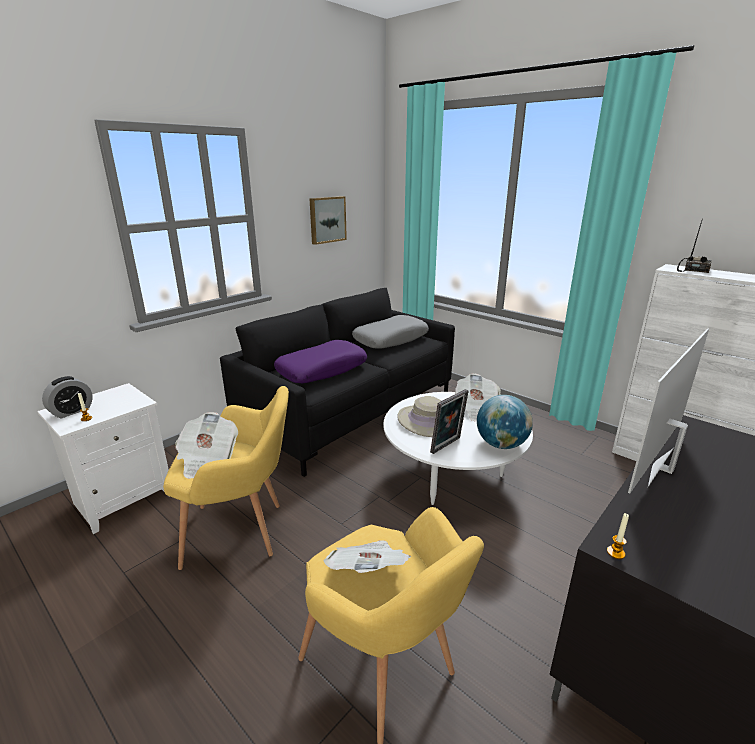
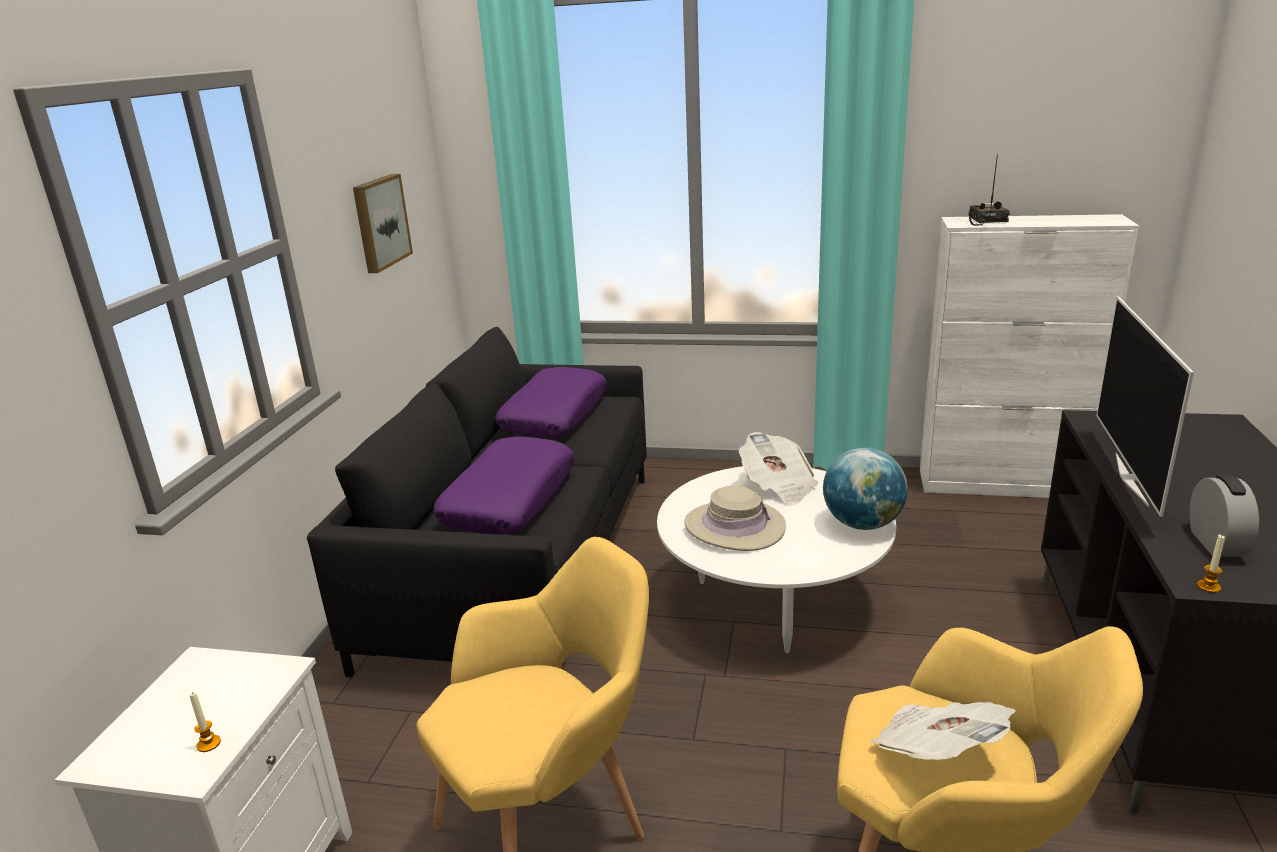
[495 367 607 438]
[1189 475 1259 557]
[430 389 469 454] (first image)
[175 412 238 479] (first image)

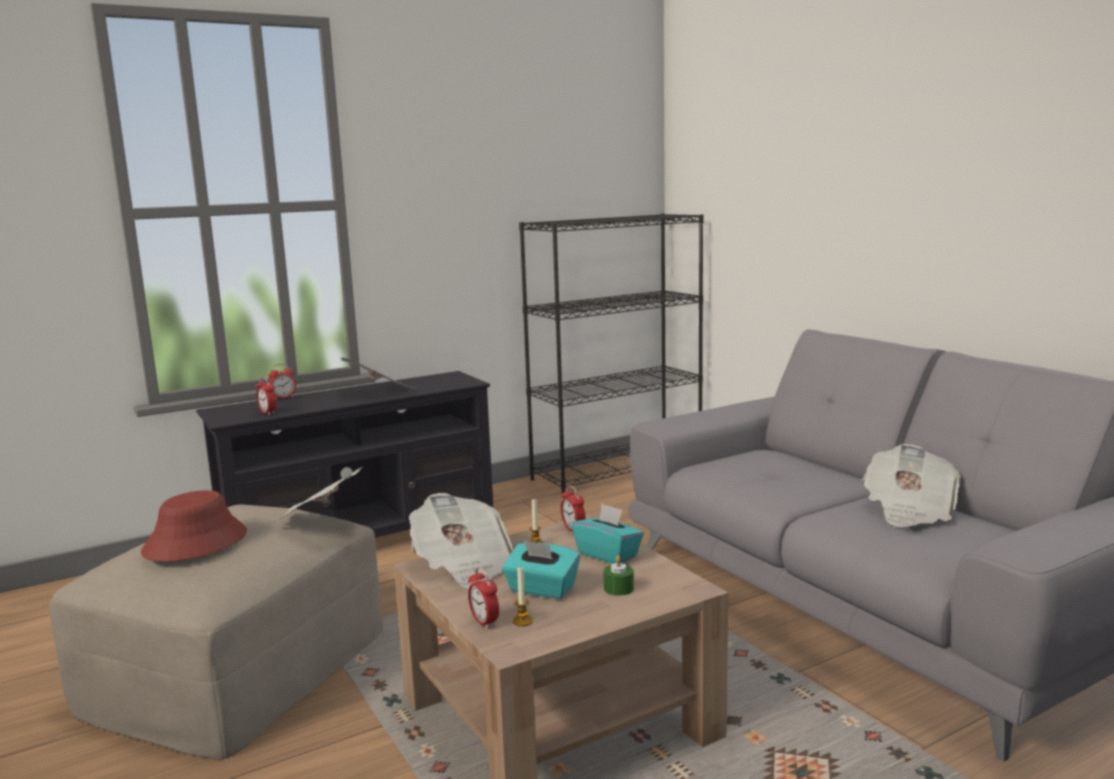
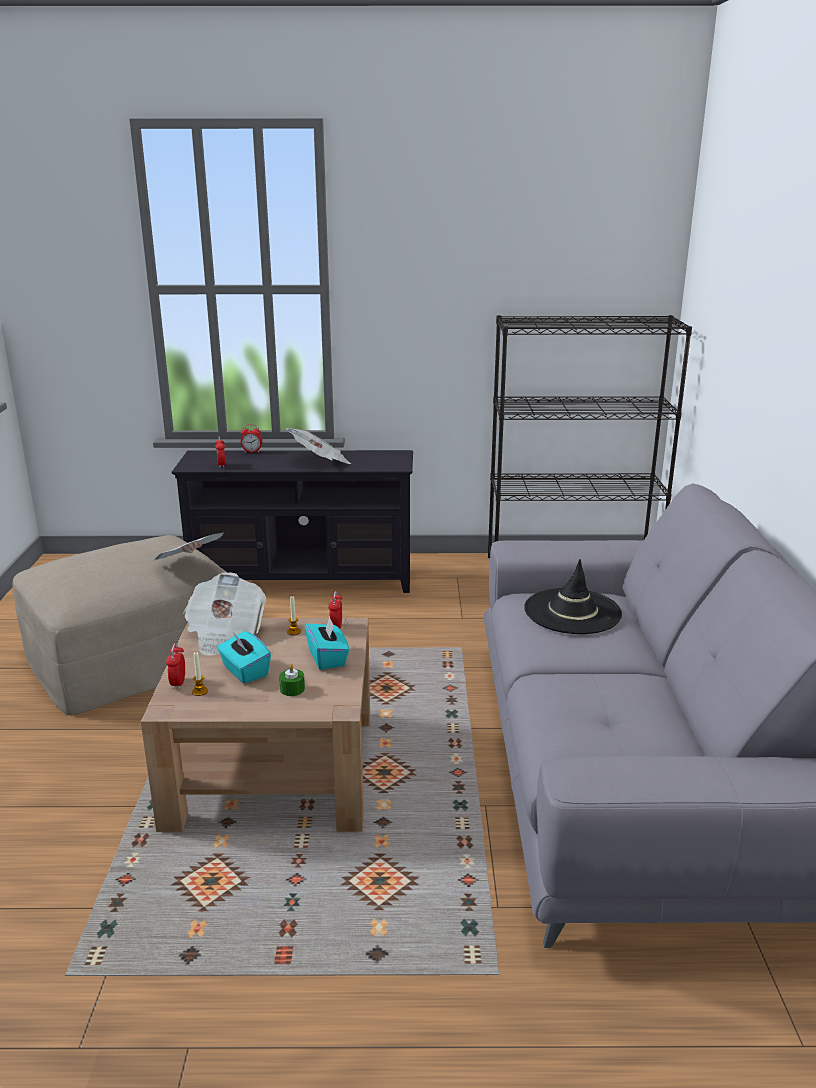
[862 444 961 527] (first image)
[141 490 247 562] (first image)
[524 559 622 634]

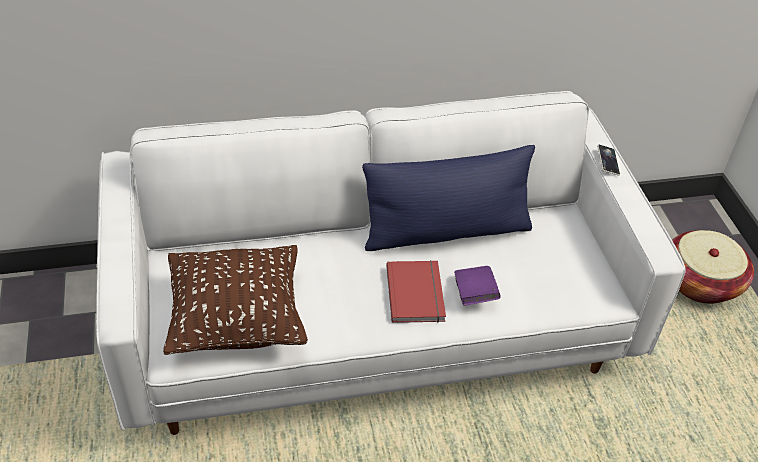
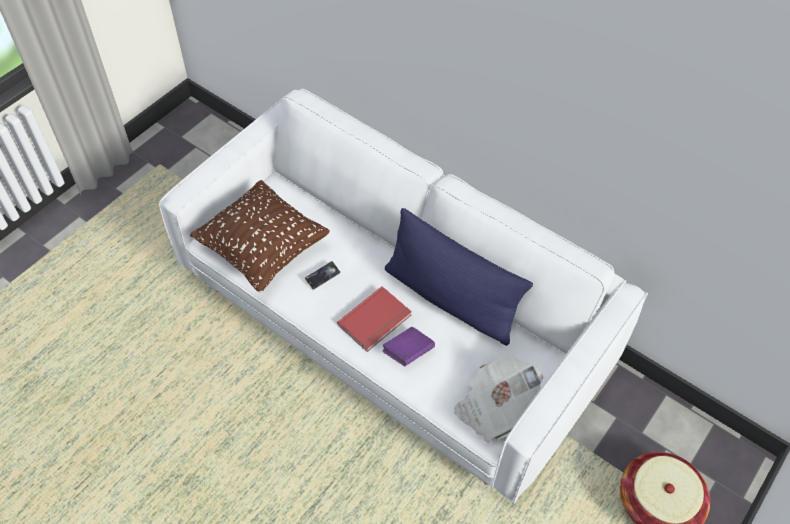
[304 261 341 290]
[454 355 543 443]

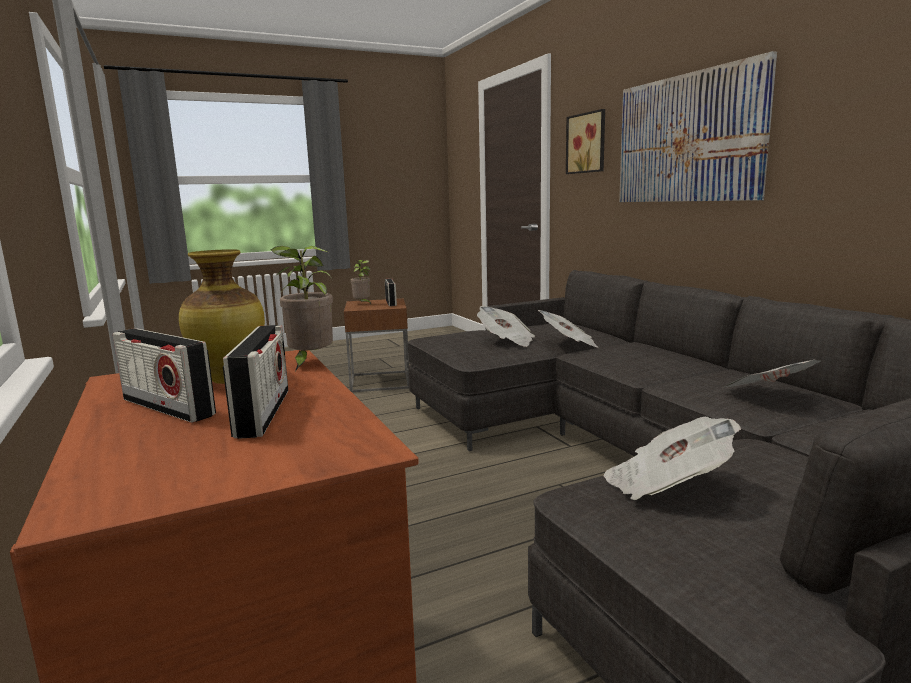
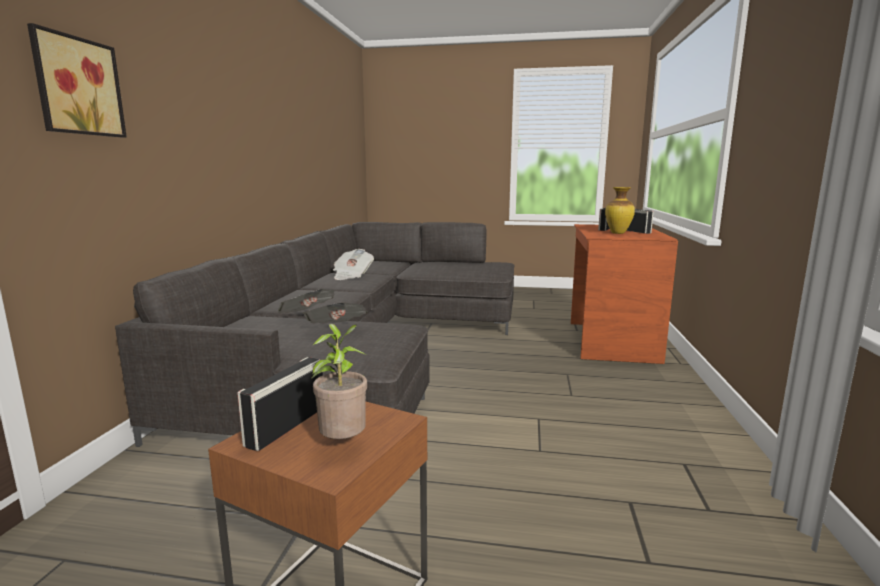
[619 51 777 202] (first image)
[270 246 333 371] (first image)
[604 417 741 500] (first image)

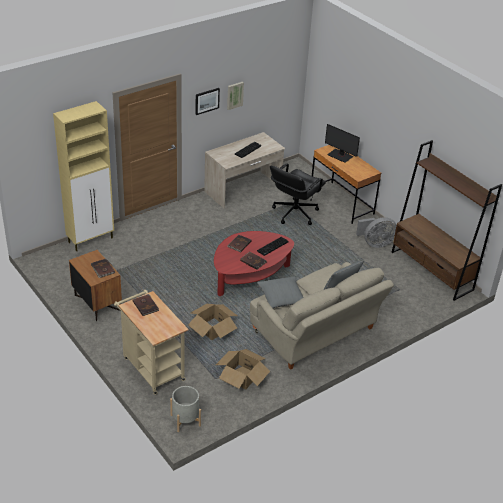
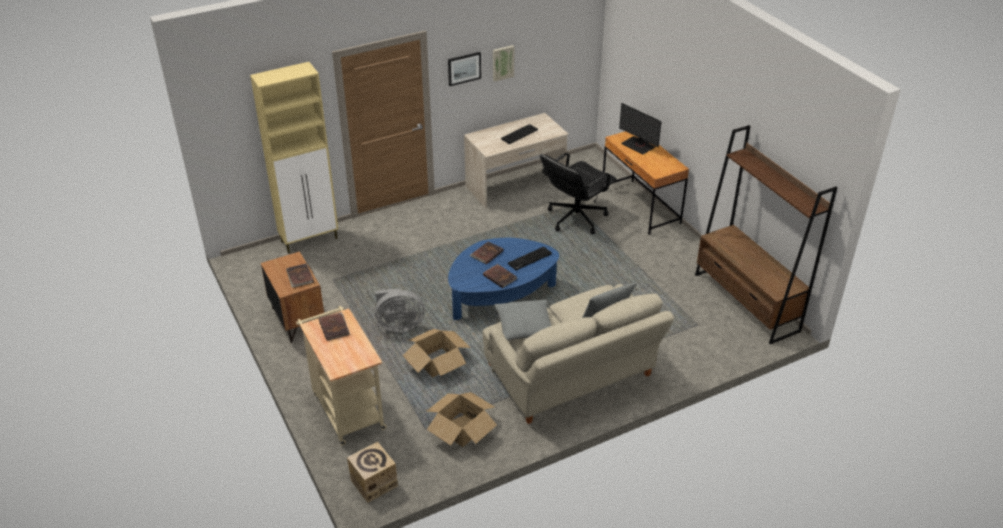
[375 288 425 332]
[448 238 559 320]
[347 442 398 503]

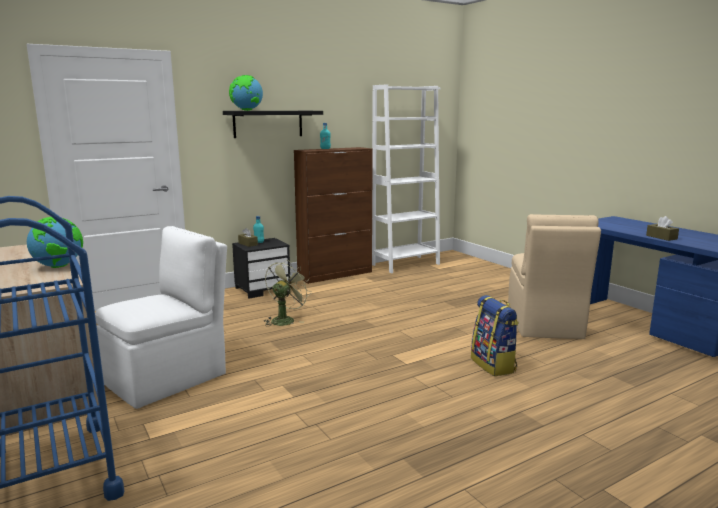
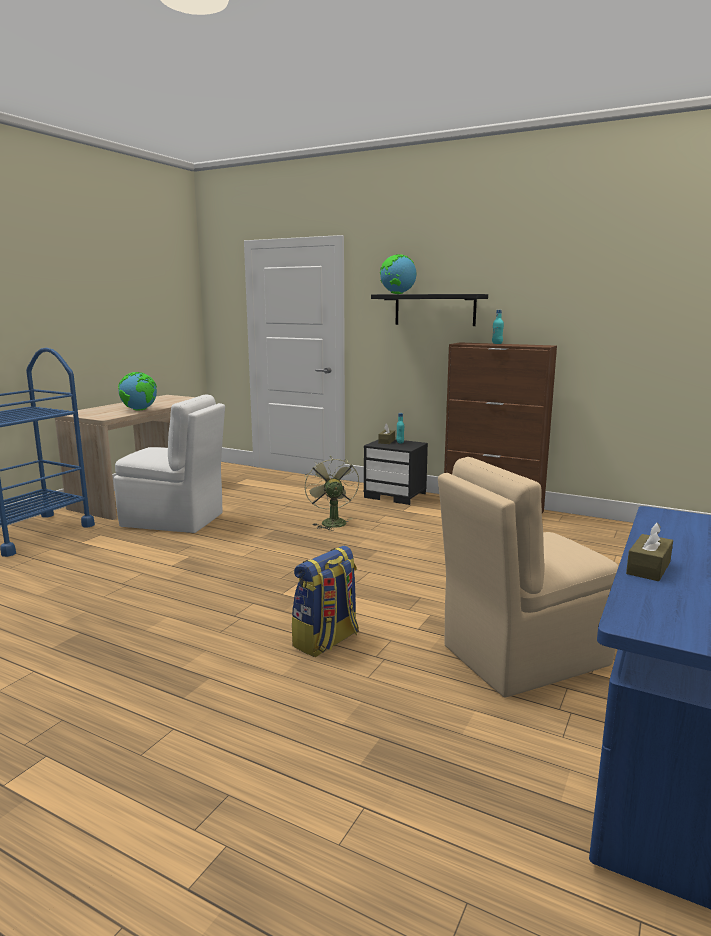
[372 84 440 273] (first image)
[305 456 359 531]

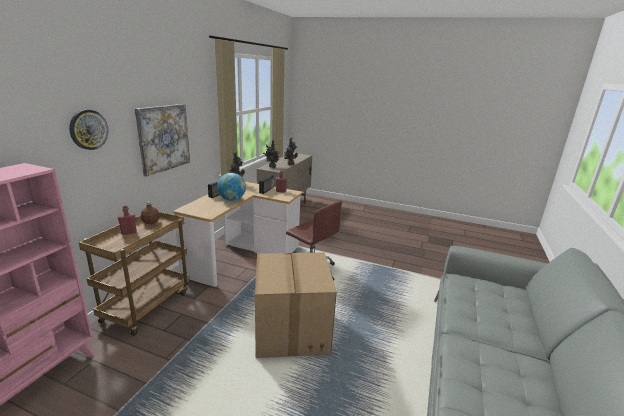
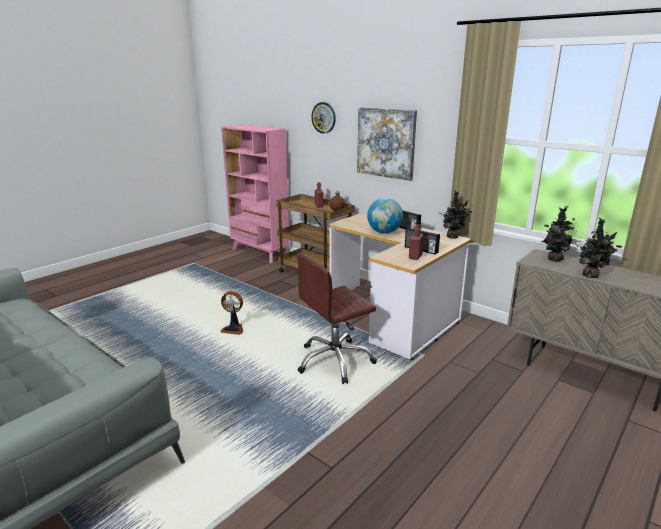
[221 291 243 335]

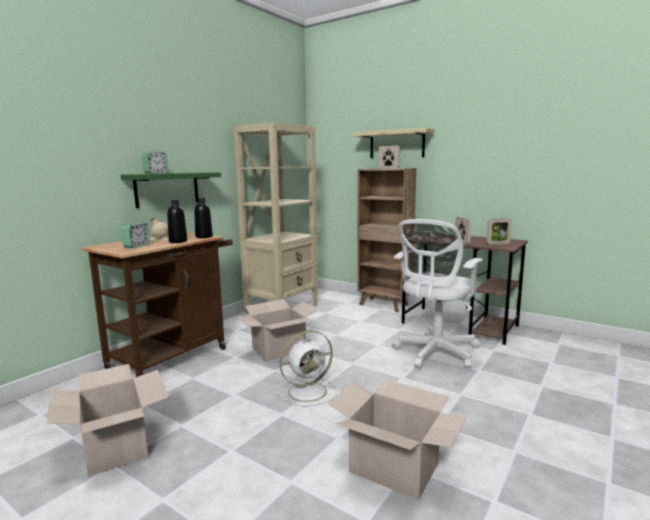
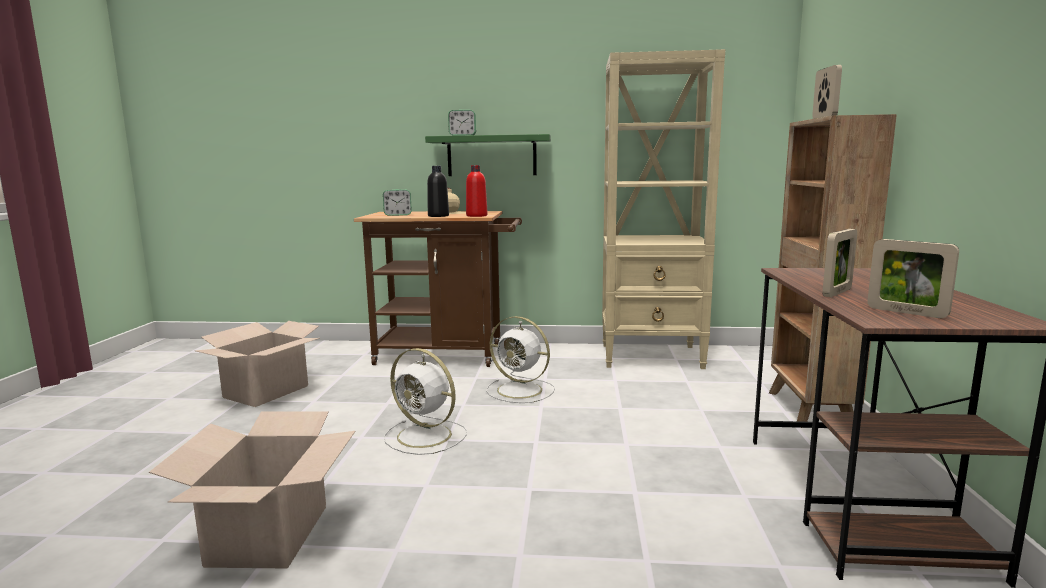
[352 128 435 158] (first image)
[466 165 488 217]
[392 219 483 369] (first image)
[486 316 555 403]

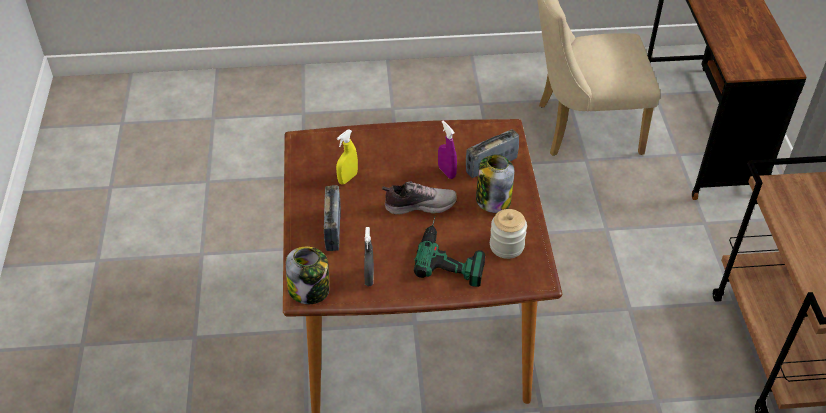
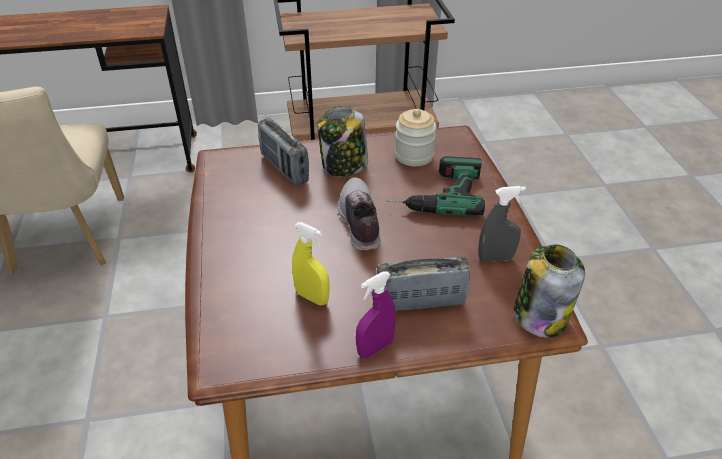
[356 272 396 358]

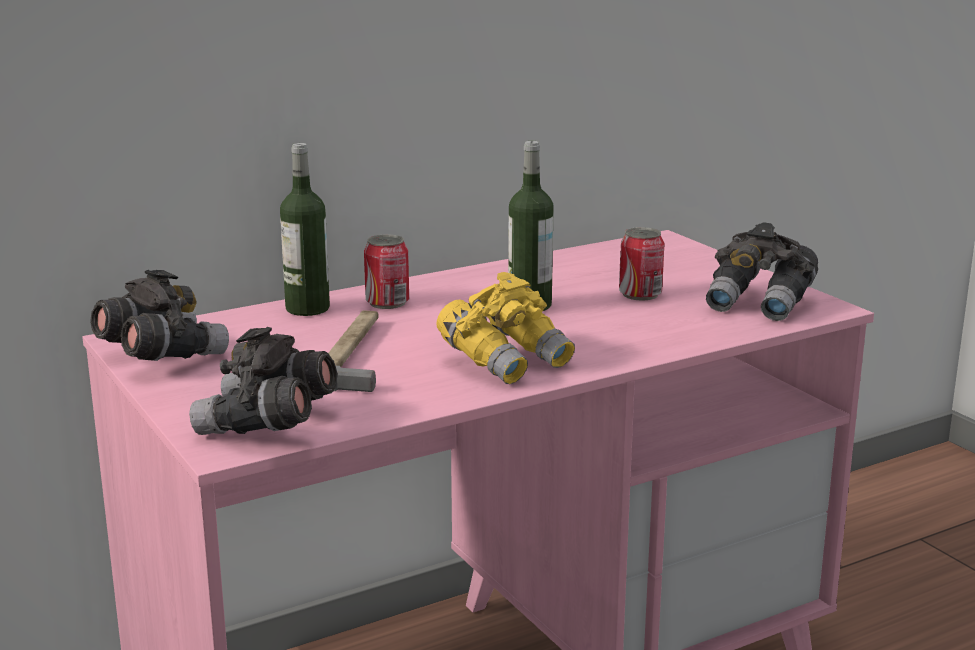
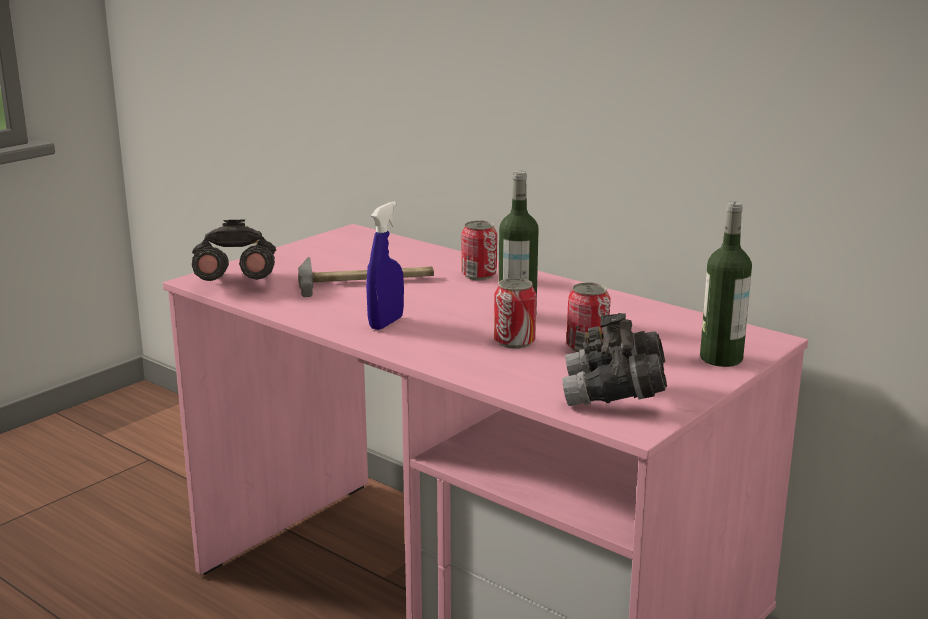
[700 201 752 367]
[90 270 229 361] (first image)
[366 202 404 330]
[494 278 537 349]

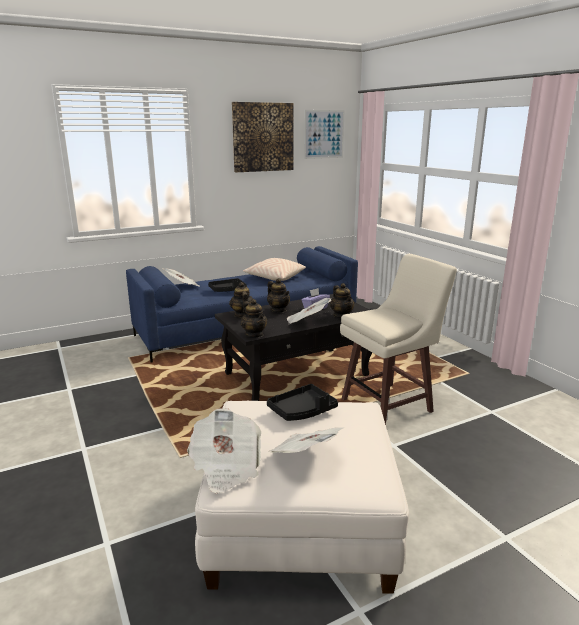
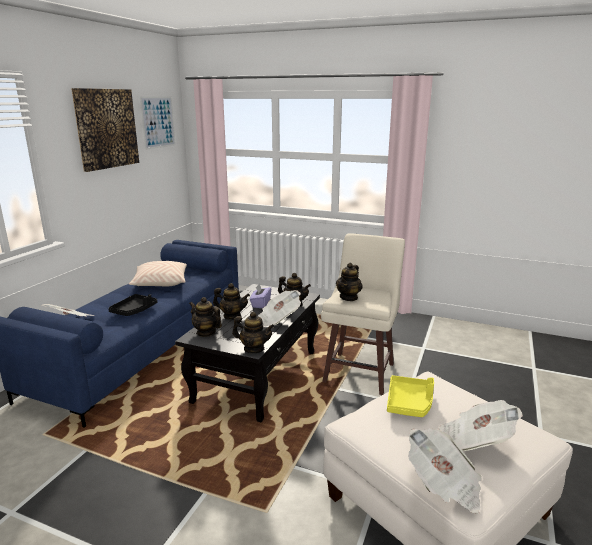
[387 375 434 417]
[336 263 363 301]

